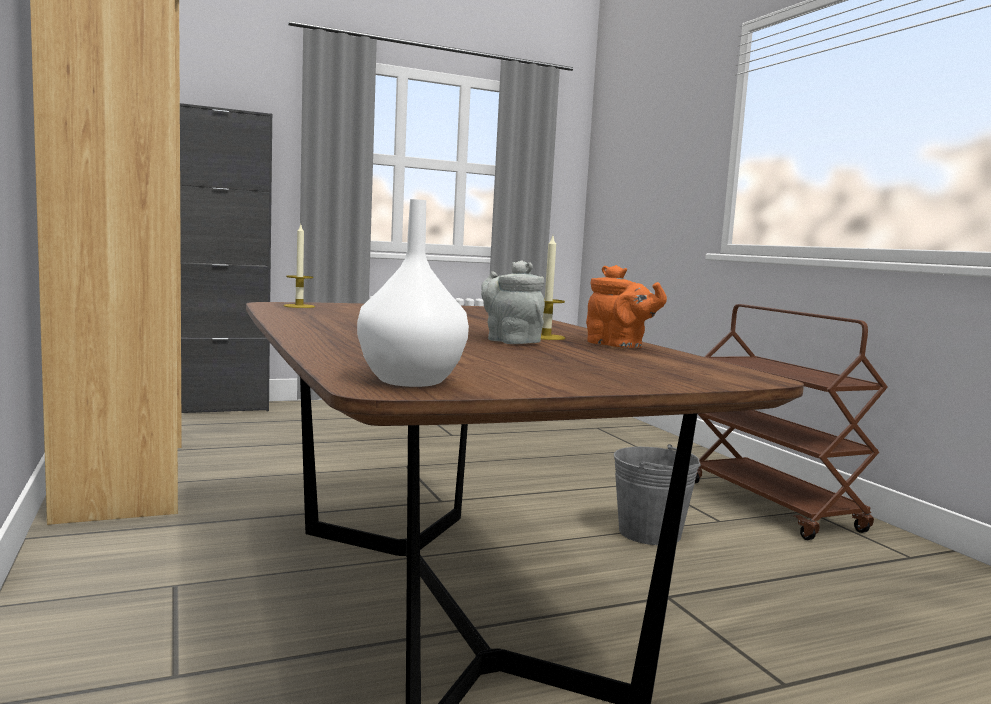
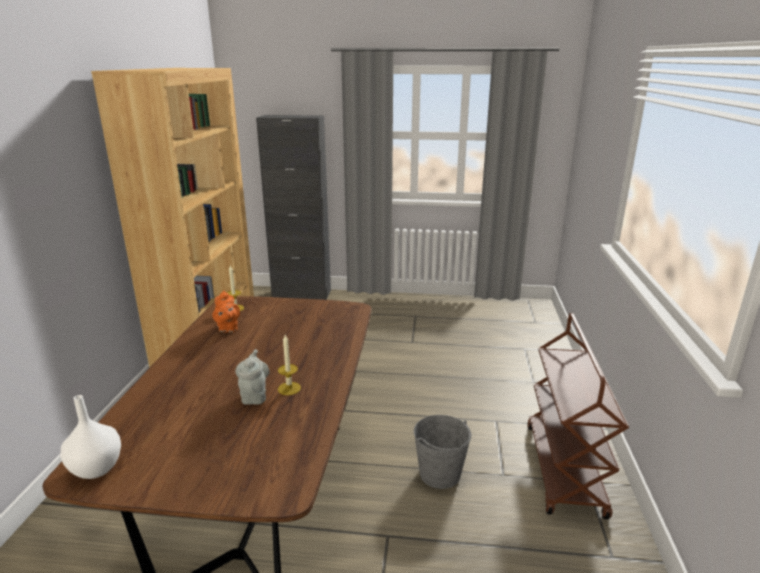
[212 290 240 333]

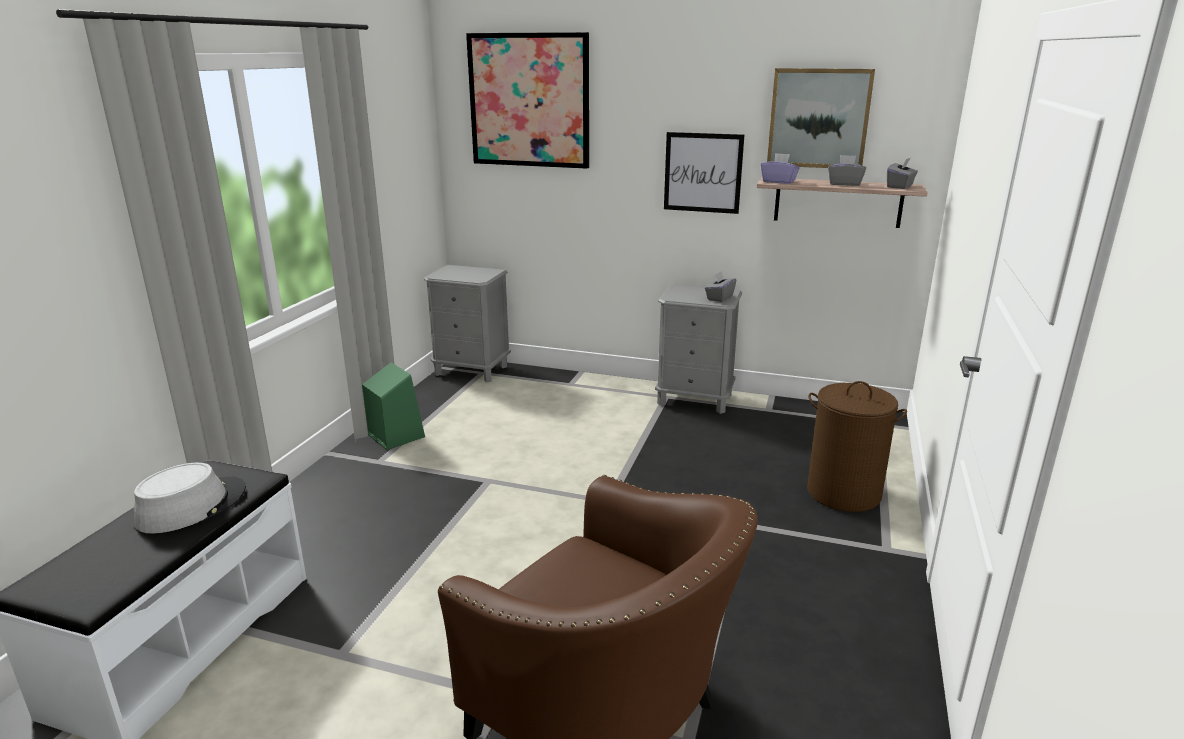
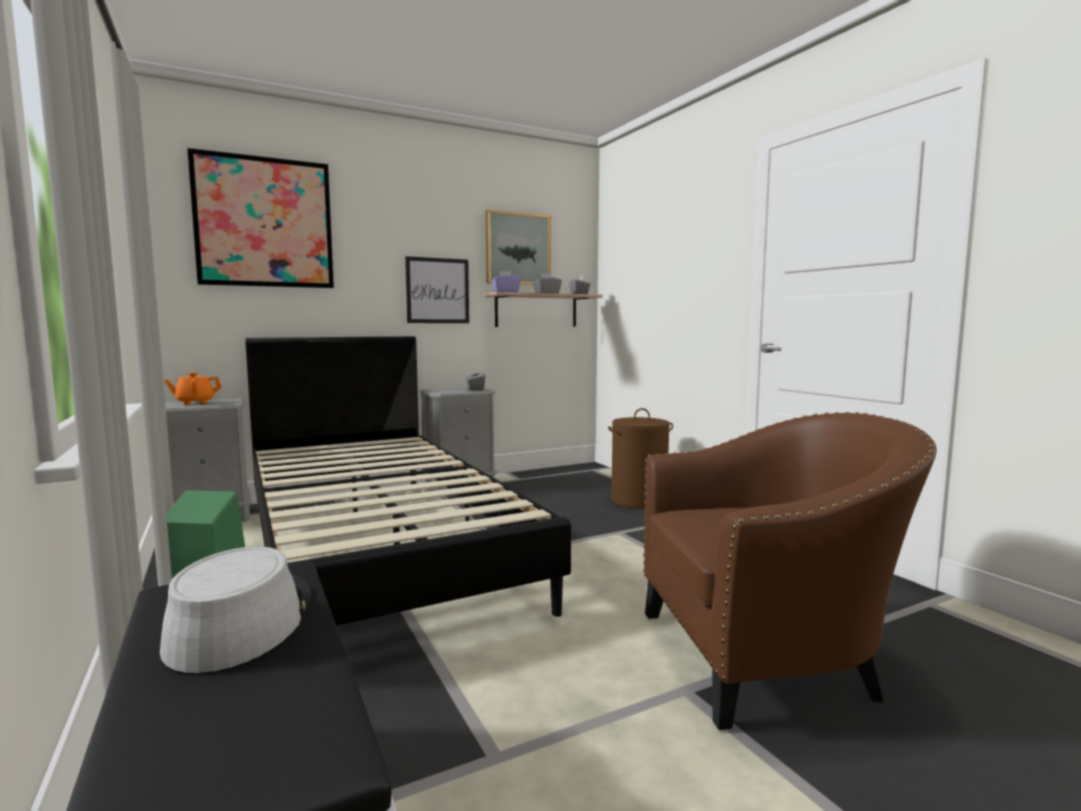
[245 336 571 626]
[164 372 222 405]

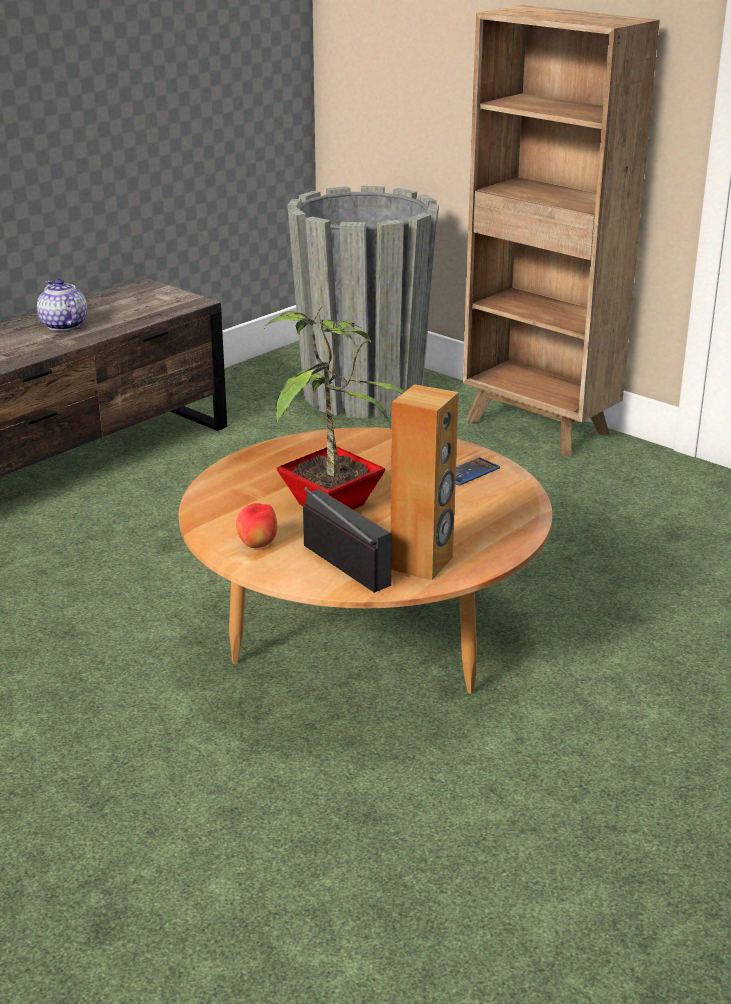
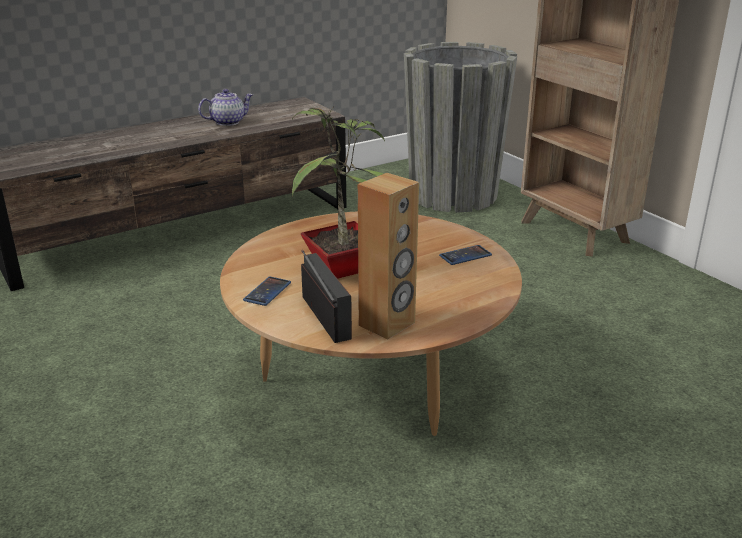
[198 89 253 126]
[243 277 291 306]

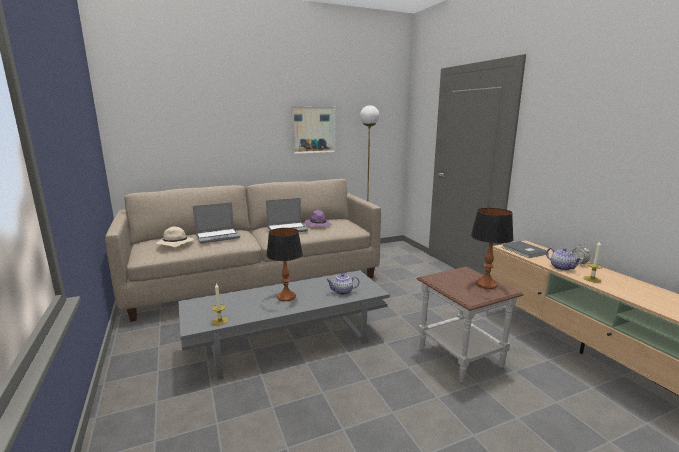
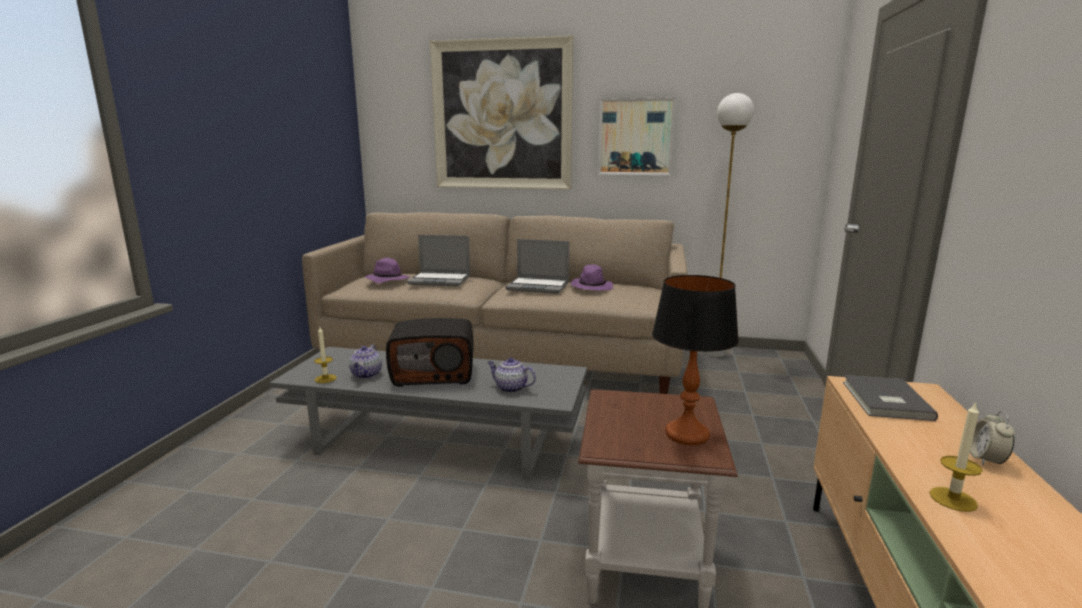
[365 258 410 283]
[386 318 474 387]
[349 344 382 379]
[430 35 573 190]

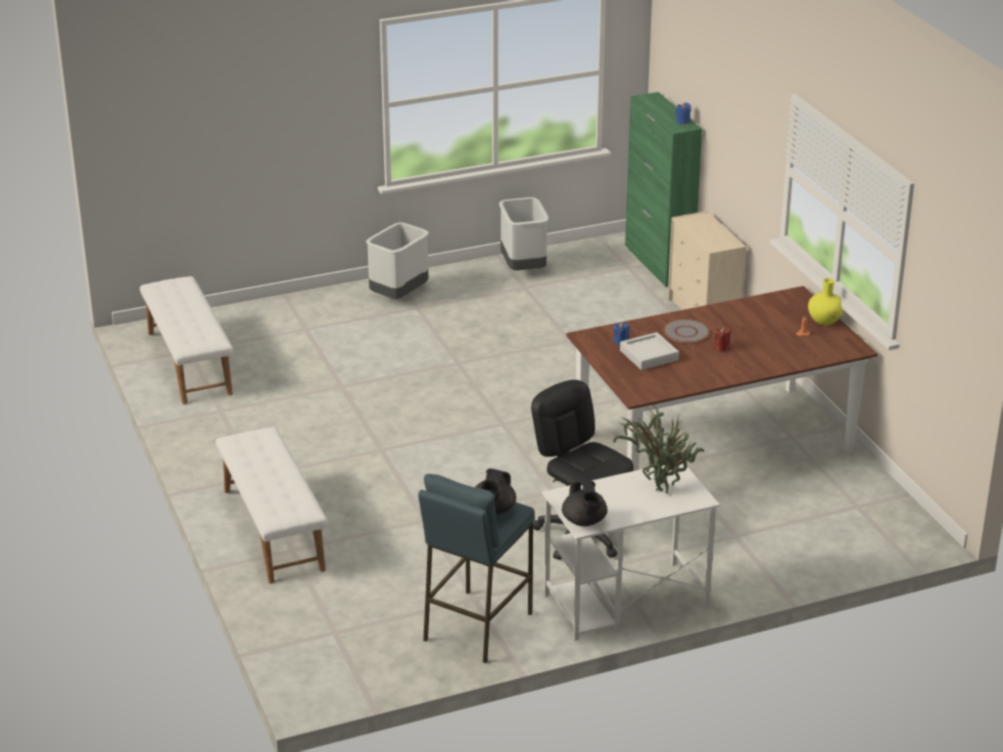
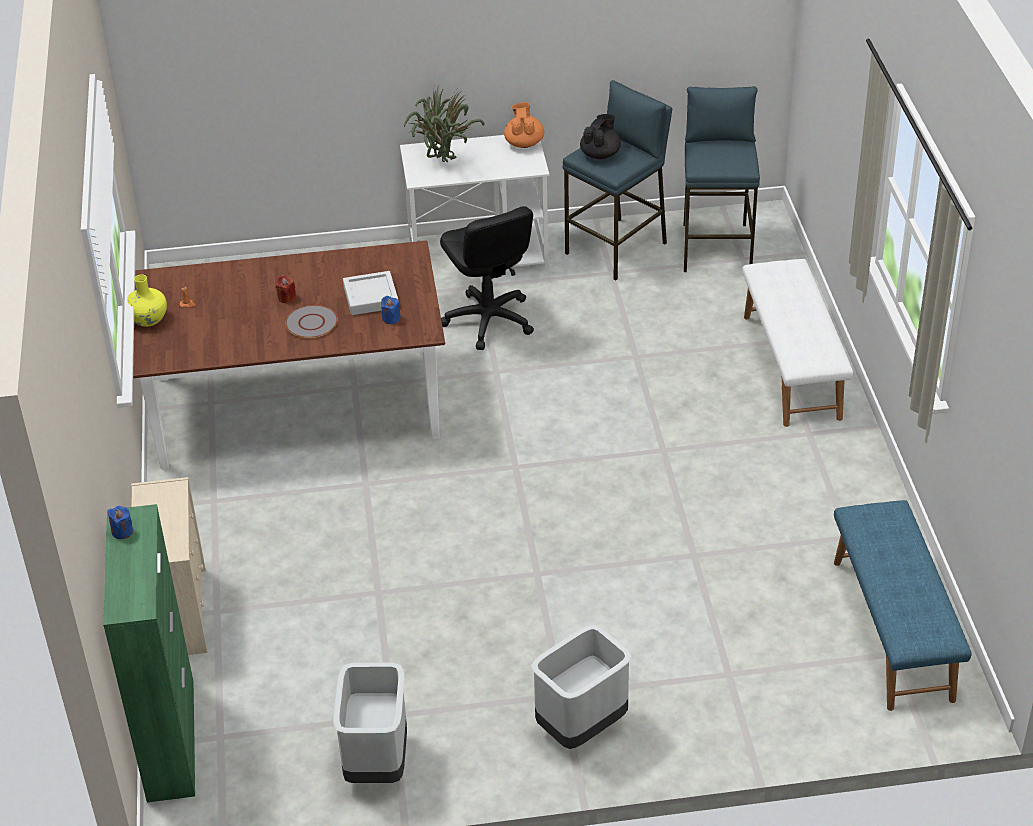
[834 500 972 711]
[504 102 544 148]
[683 86 760 272]

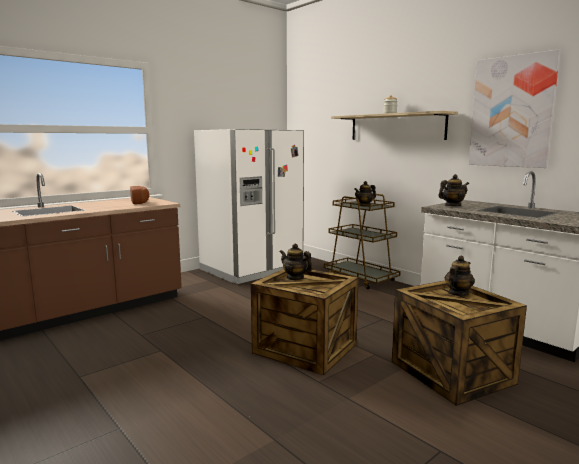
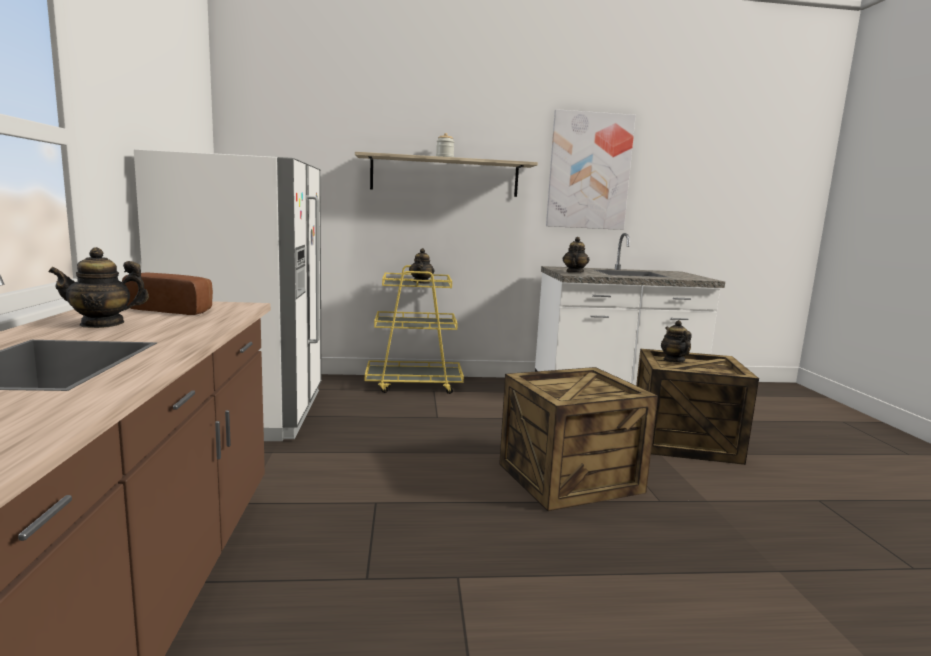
[365 265 464 394]
[48 247 149 328]

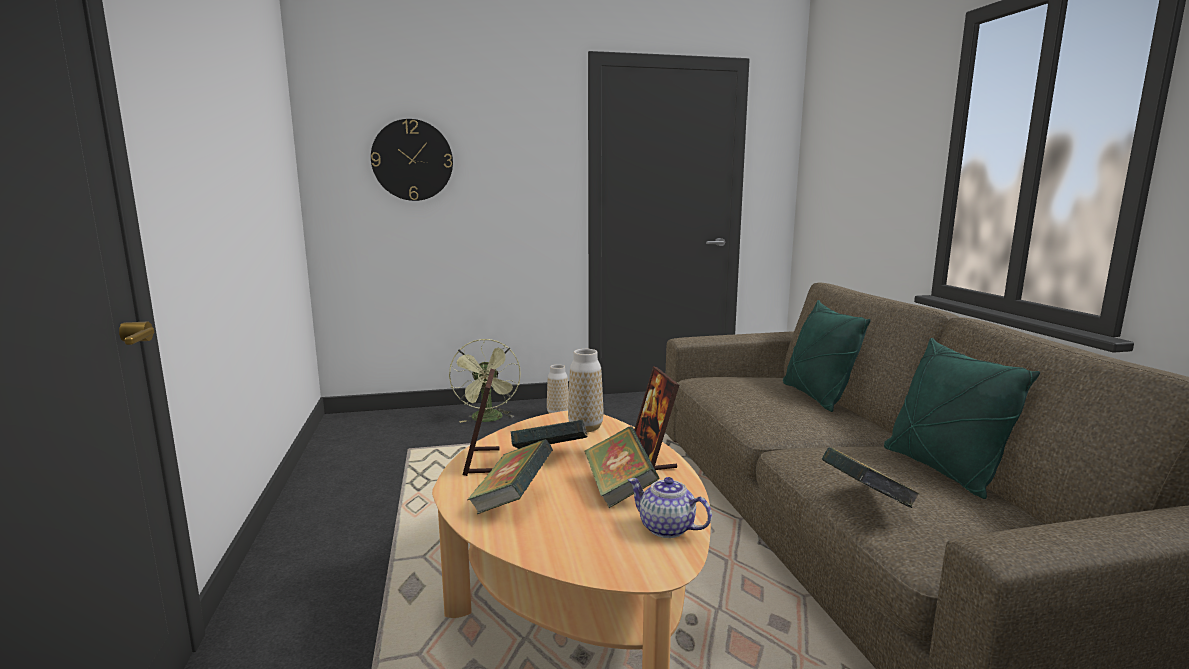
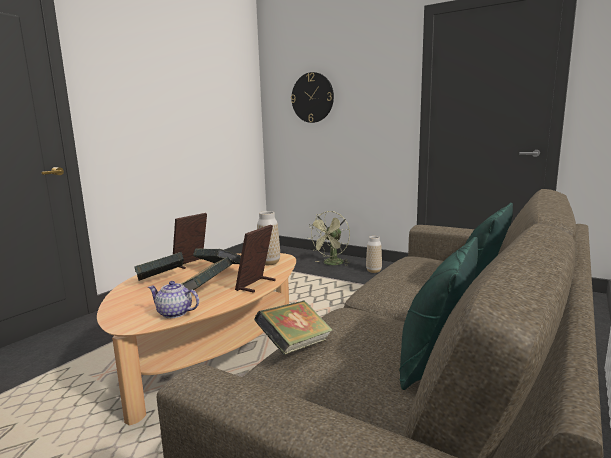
[148 281 199 318]

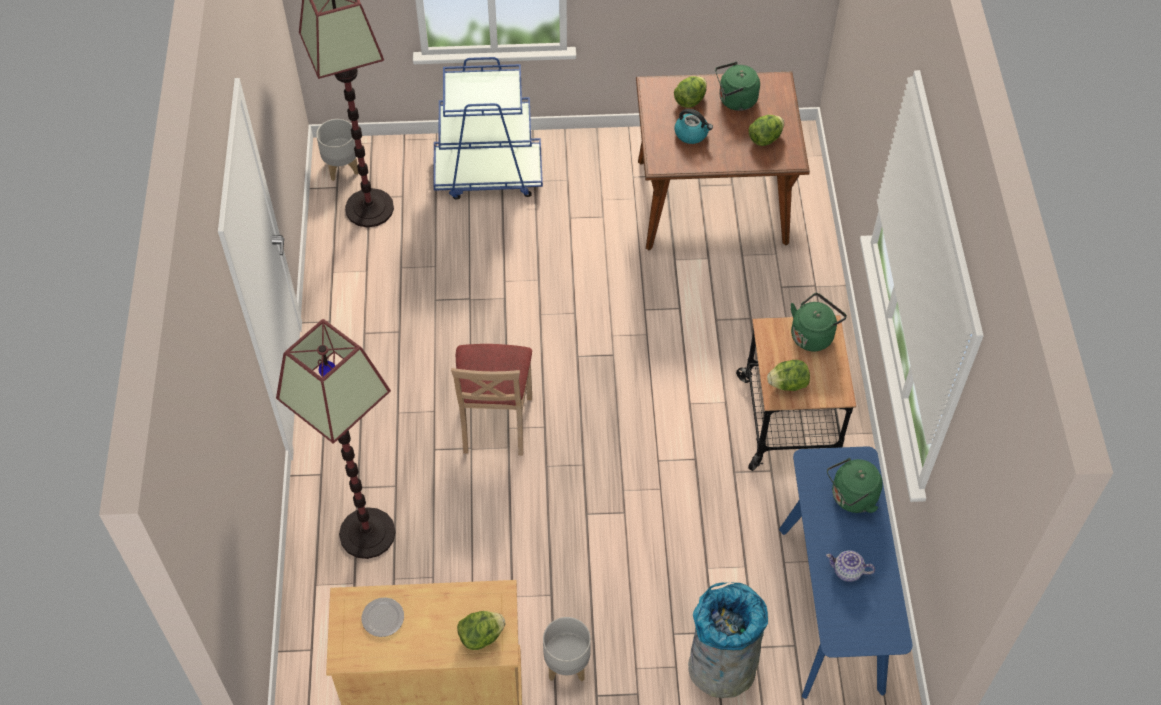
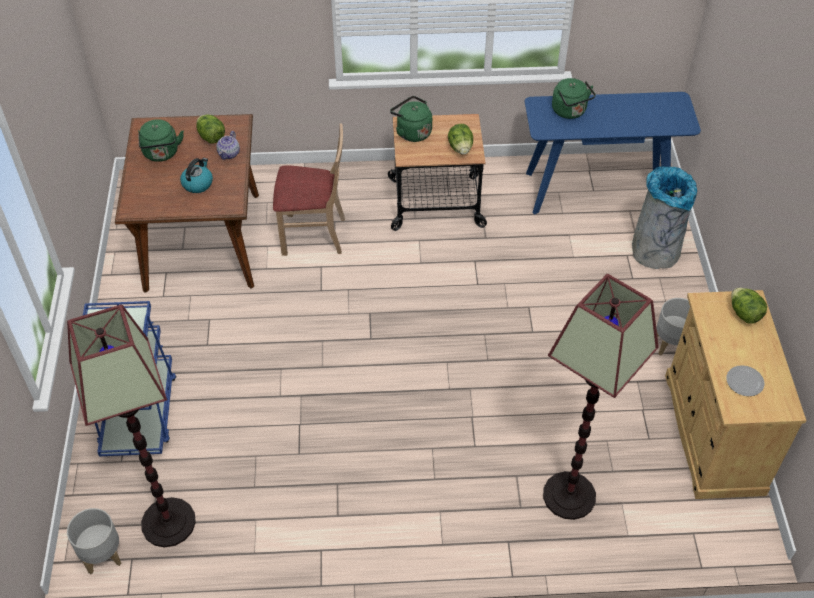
[674 76 707 108] (first image)
[273 124 345 256]
[216 131 240 160]

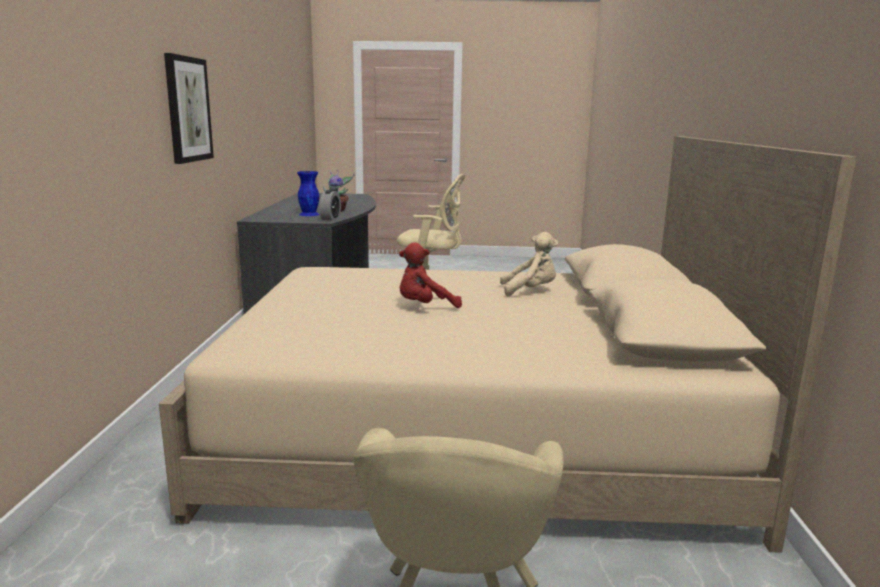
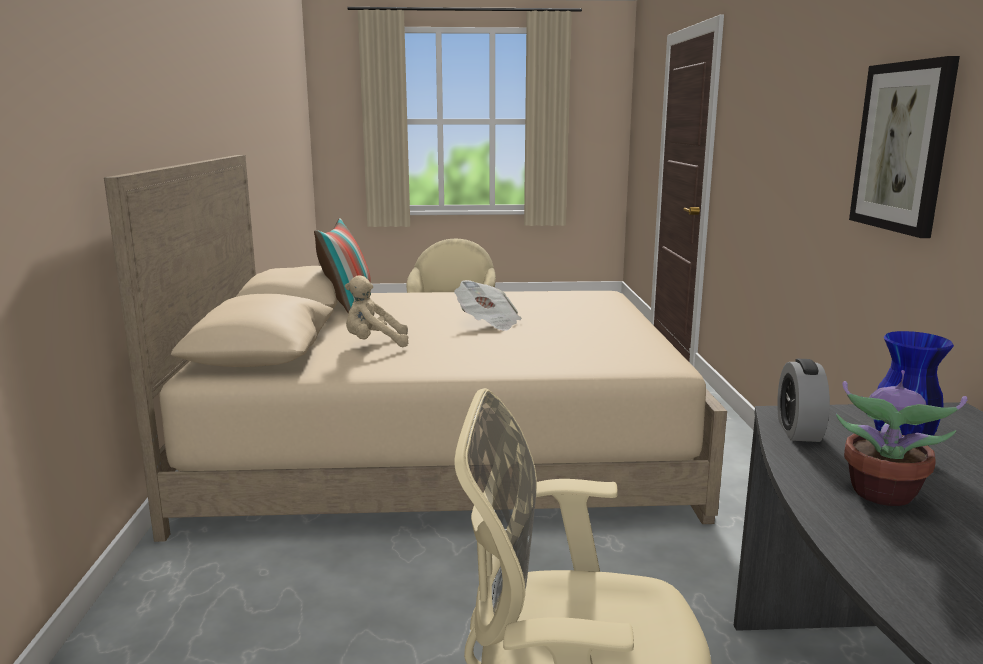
[454 280 522 331]
[314 218 371 313]

